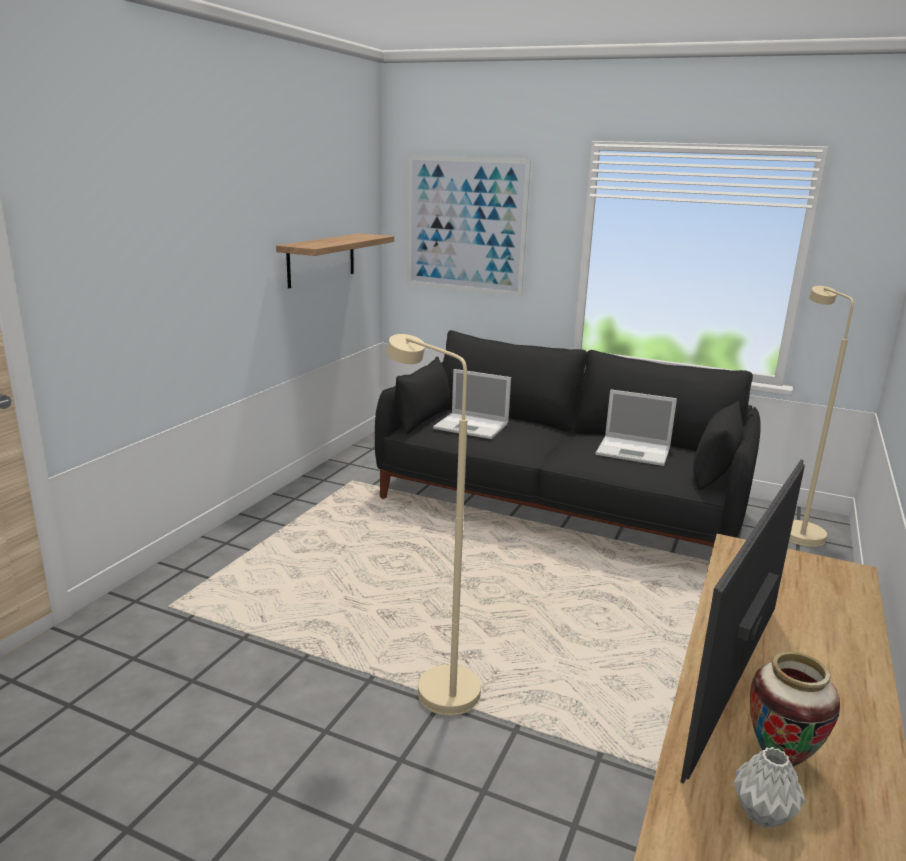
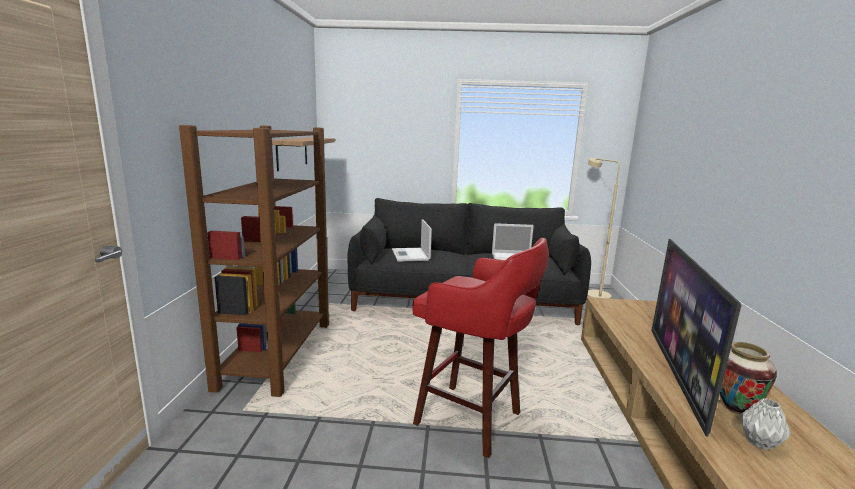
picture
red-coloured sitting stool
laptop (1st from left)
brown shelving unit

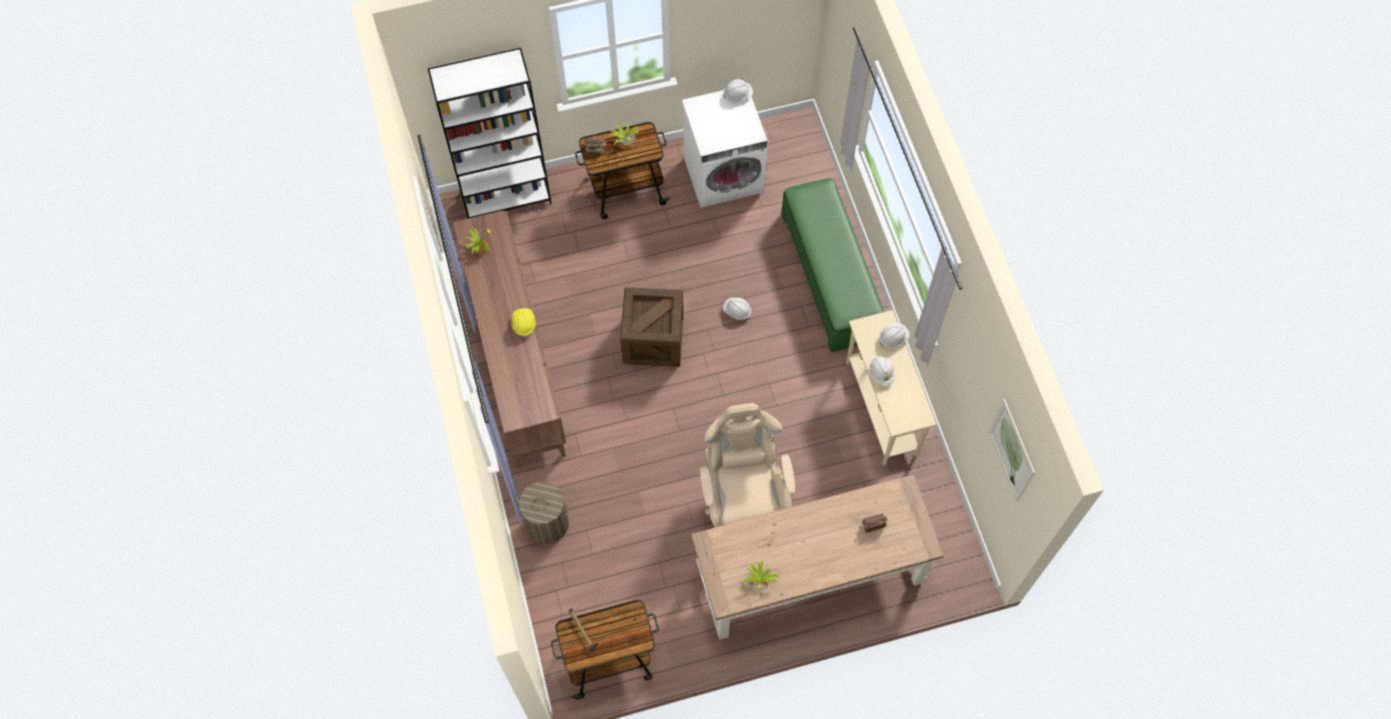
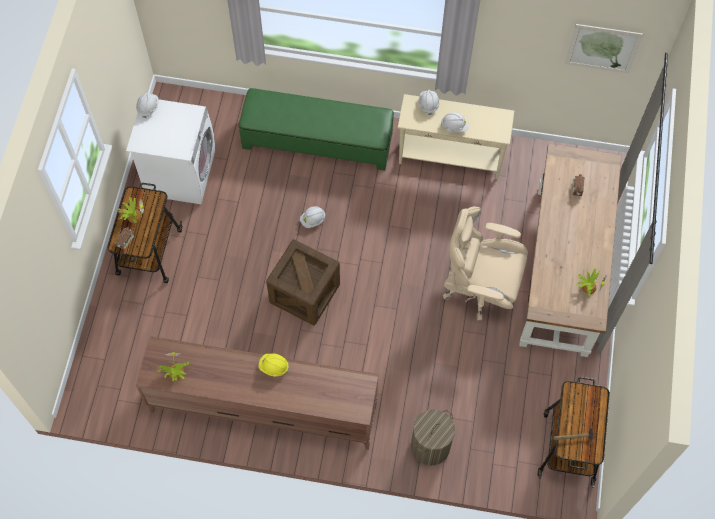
whitish shelving unit

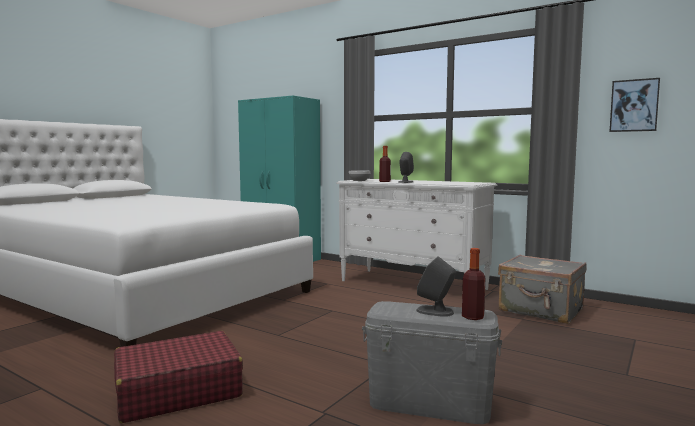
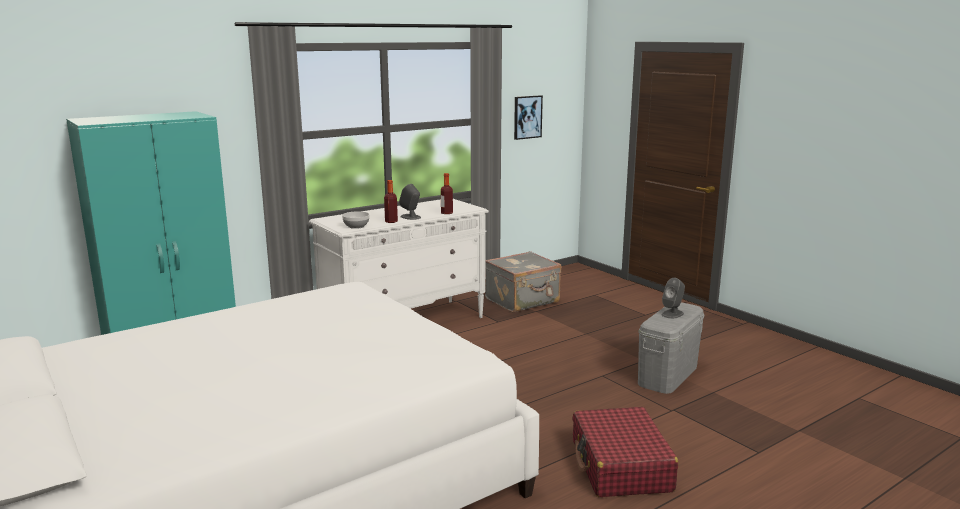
beverage bottle (2nd from left)

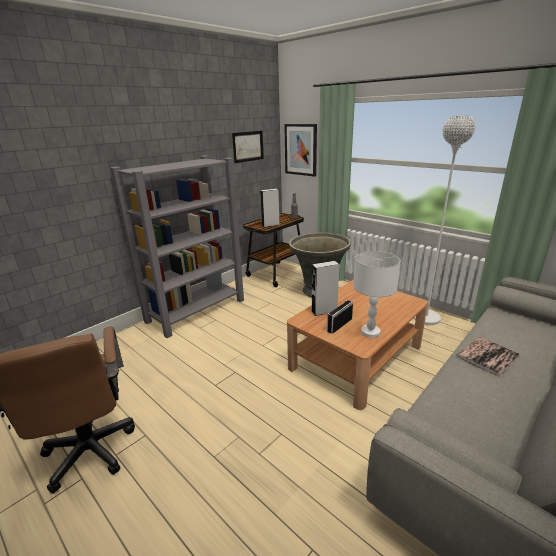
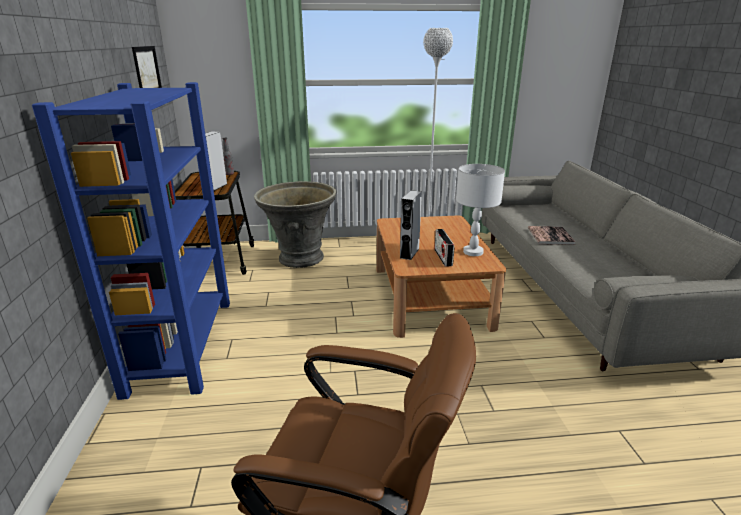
picture (2nd from left in the first image)
blue-coloured shelving unit

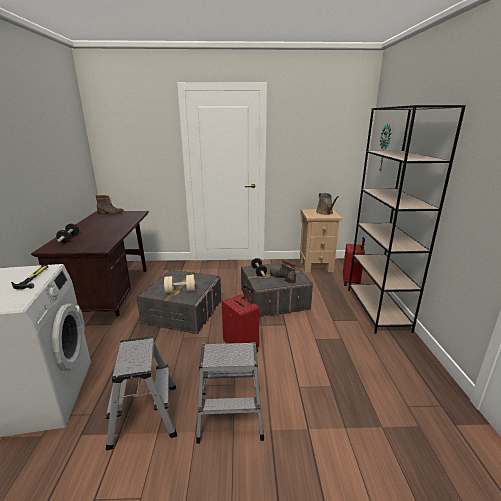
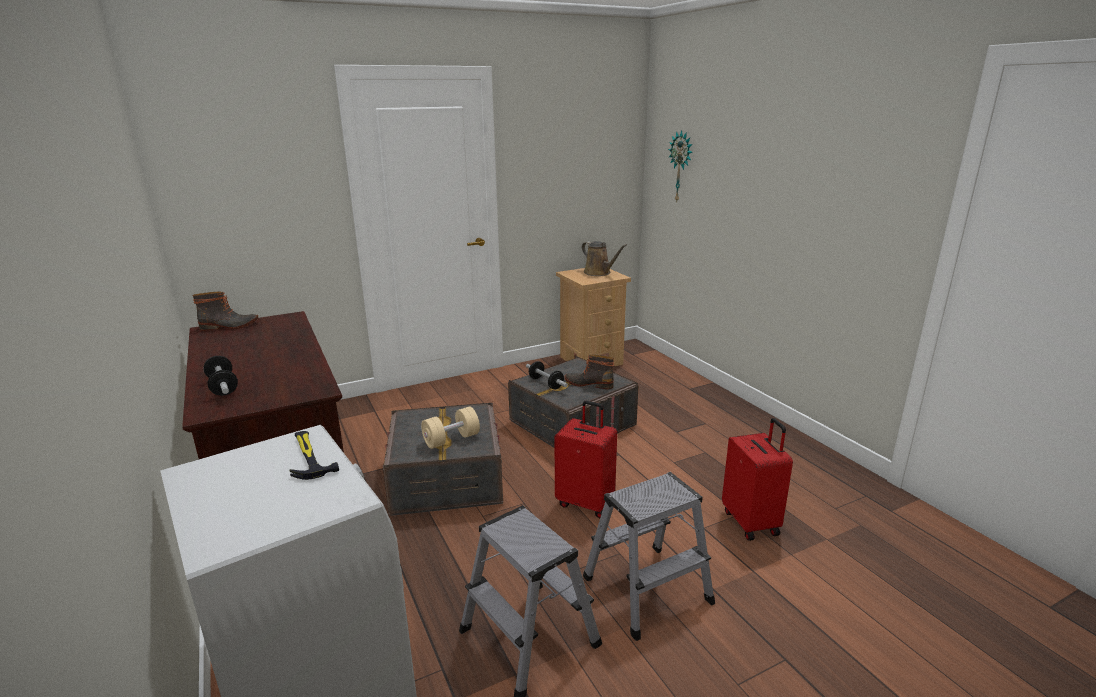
beige-coloured shelving unit
red-coloured suitcase (2nd from left)

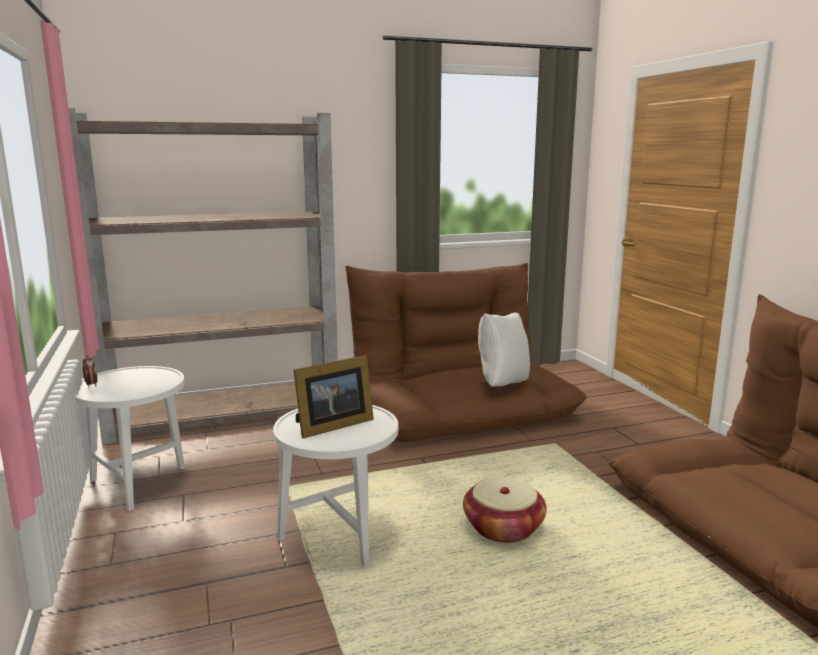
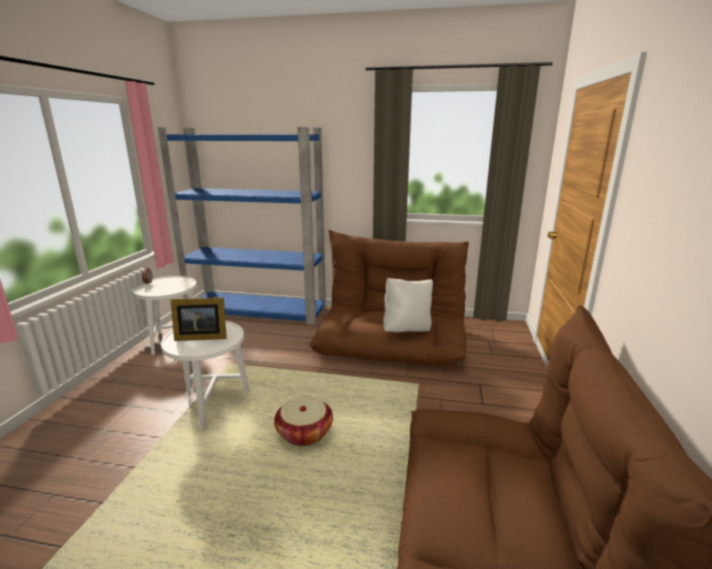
blue-coloured shelving unit

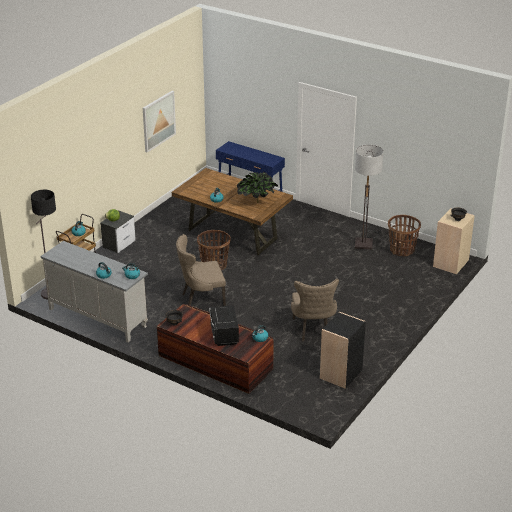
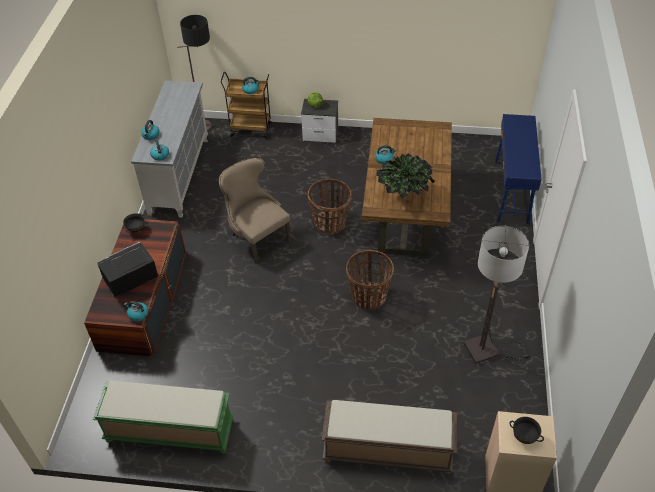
picture
household basket (2nd from left)
beige-coloured chair (2nd from left in the first image)
green-coloured bench
brown bench

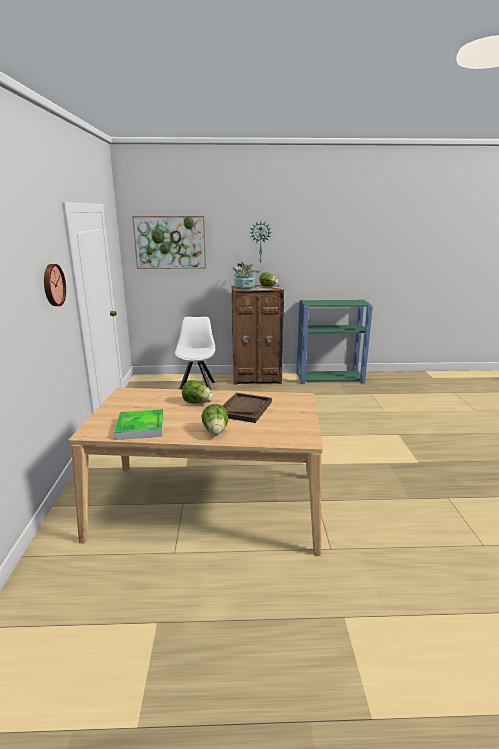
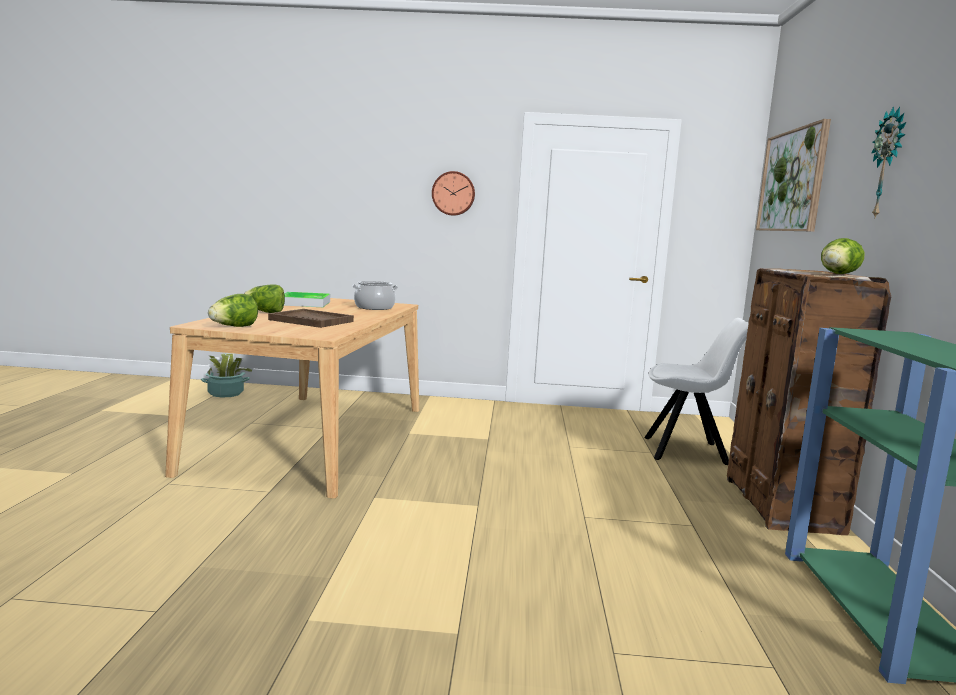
plant in a pot
lettuce head (1st from left)
cooking pot

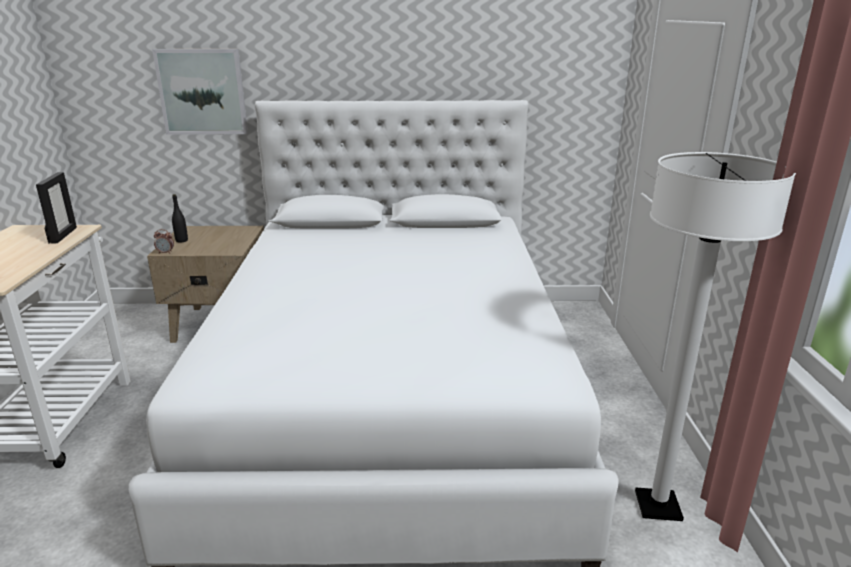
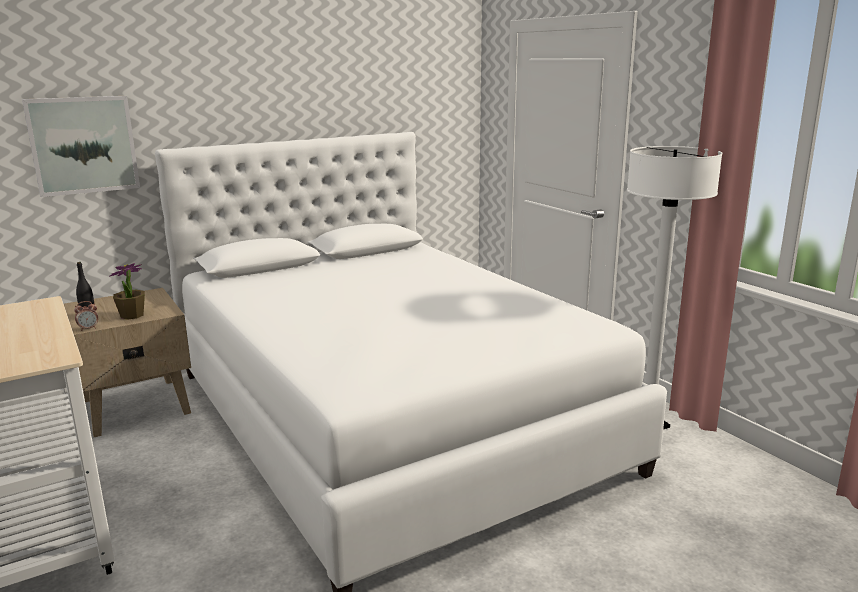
standing frame
plant in a pot

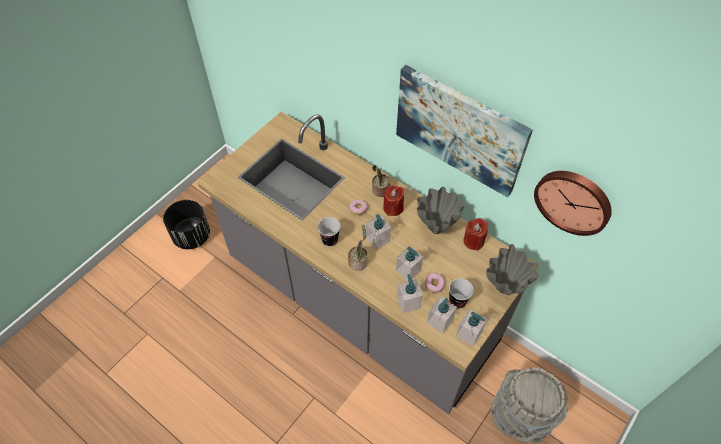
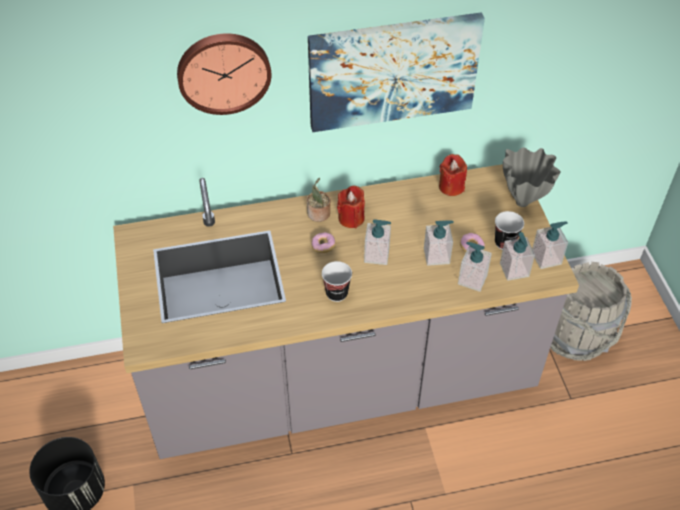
wall clock
grey vase (1st from left in the first image)
plant in a pot (1st from left in the first image)

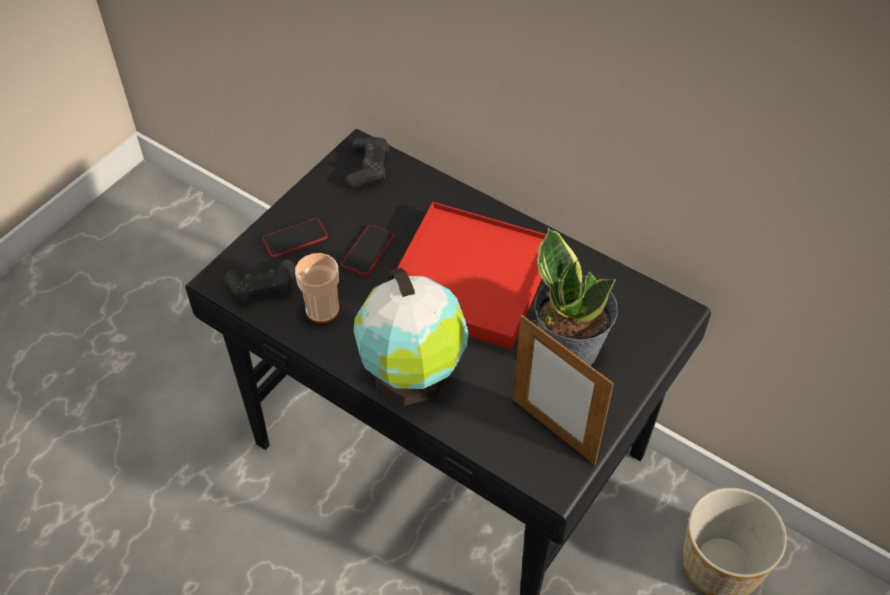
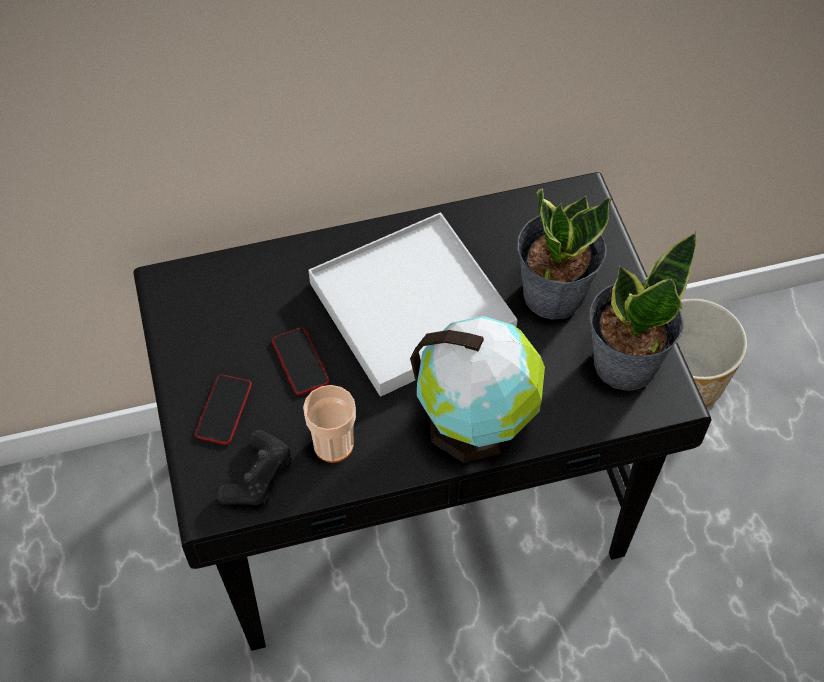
black joypad (2nd from left in the first image)
whitish carrying tray
plant in a pot (2nd from left)

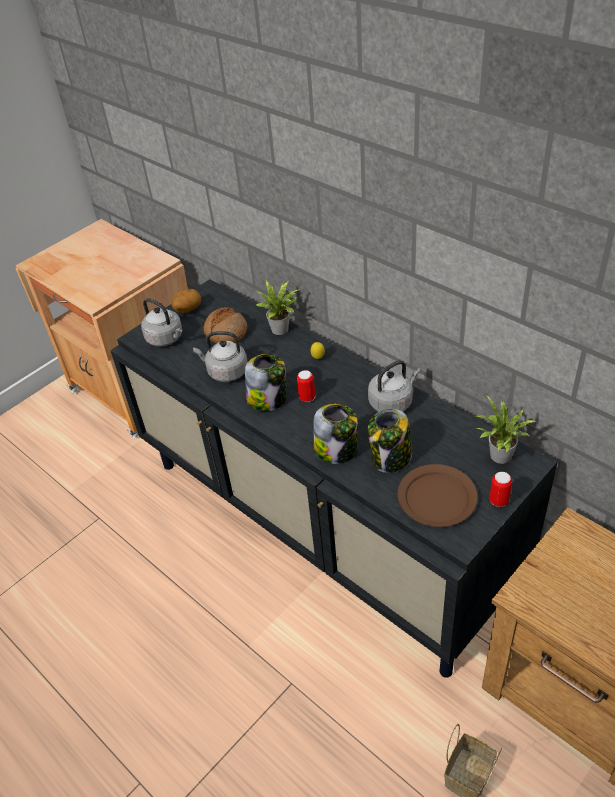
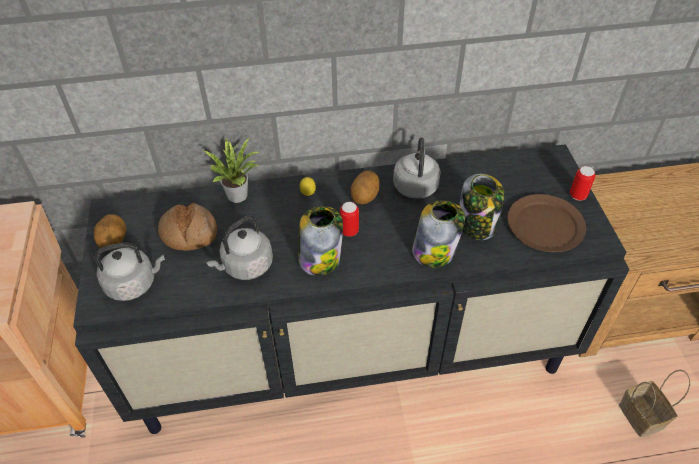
plant in a pot (2nd from left in the first image)
whole potato (2nd from left)

